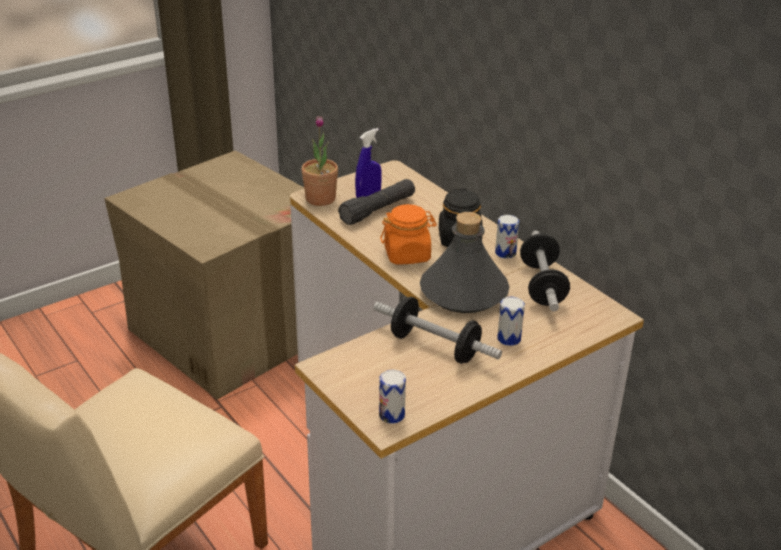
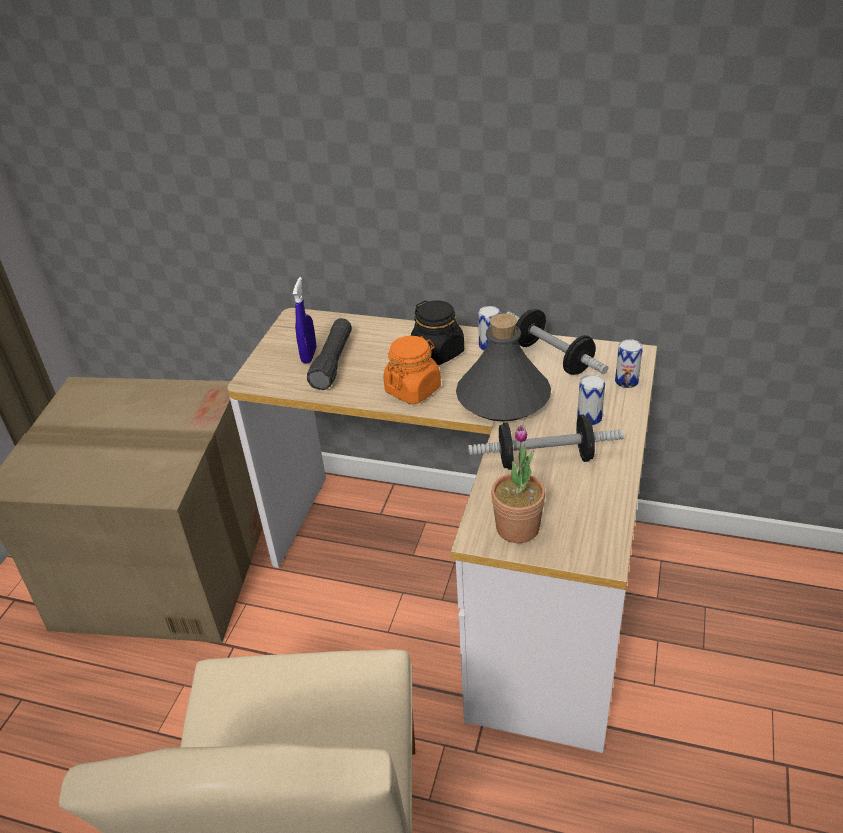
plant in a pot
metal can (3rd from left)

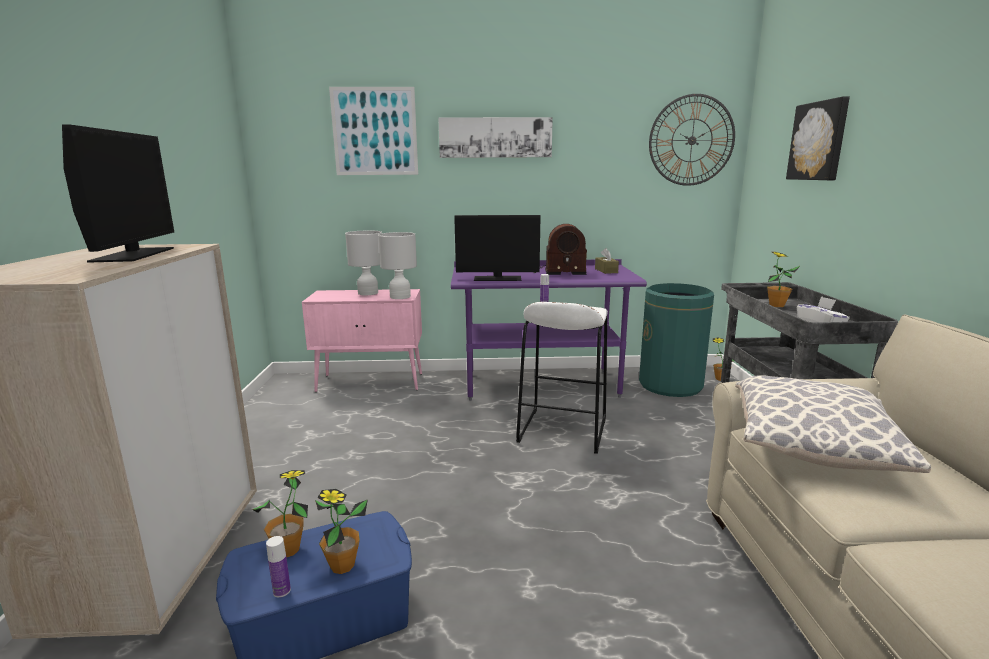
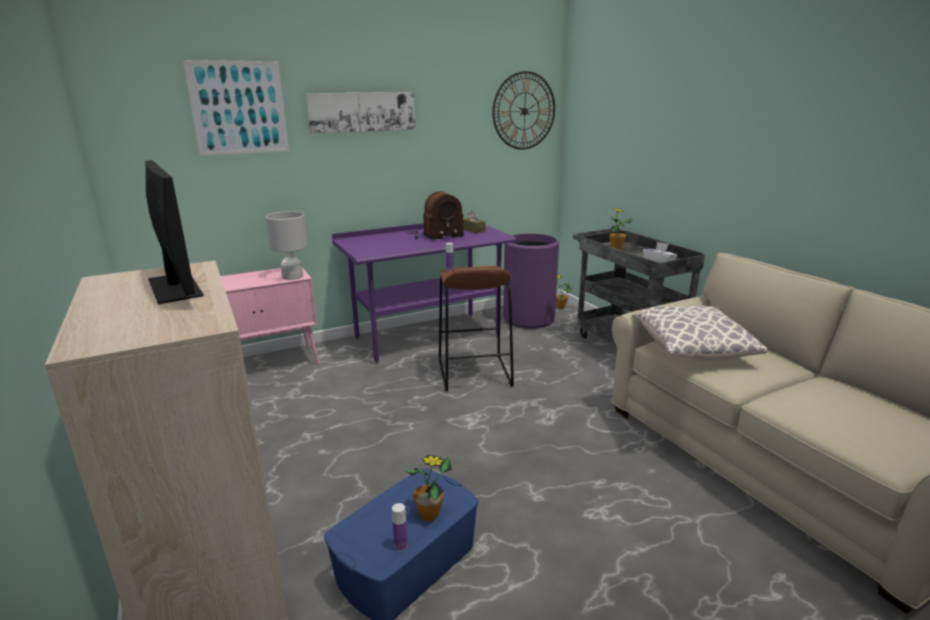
picture (3rd from left in the first image)
computer display (2nd from left in the first image)
grey lamp for a table (1st from left in the first image)
purple-coloured trash can
brown sitting stool
plant in a pot (1st from left in the first image)

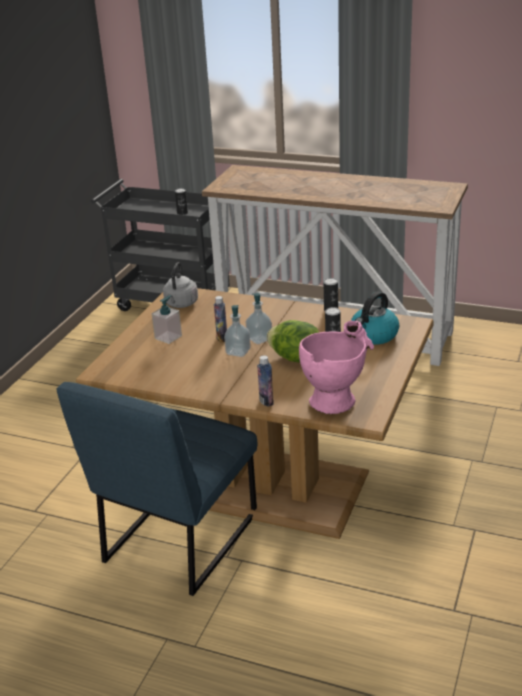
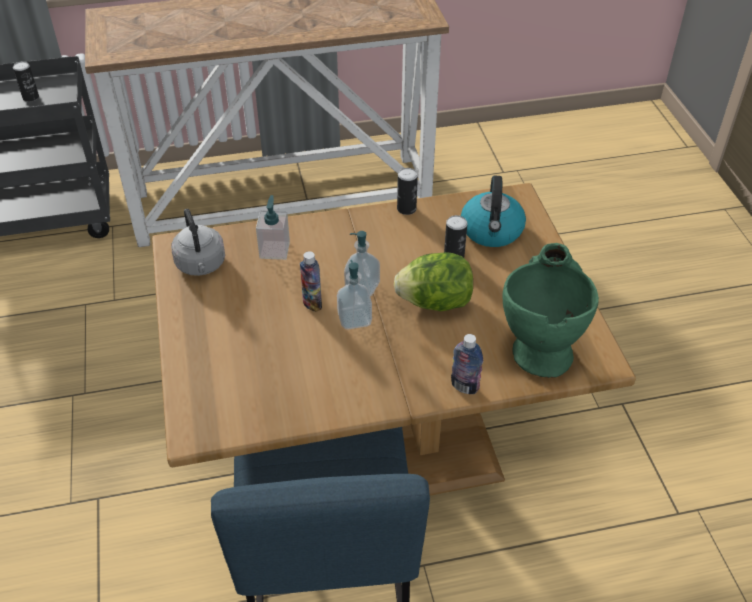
soap bottle (1st from left)
green-coloured vase

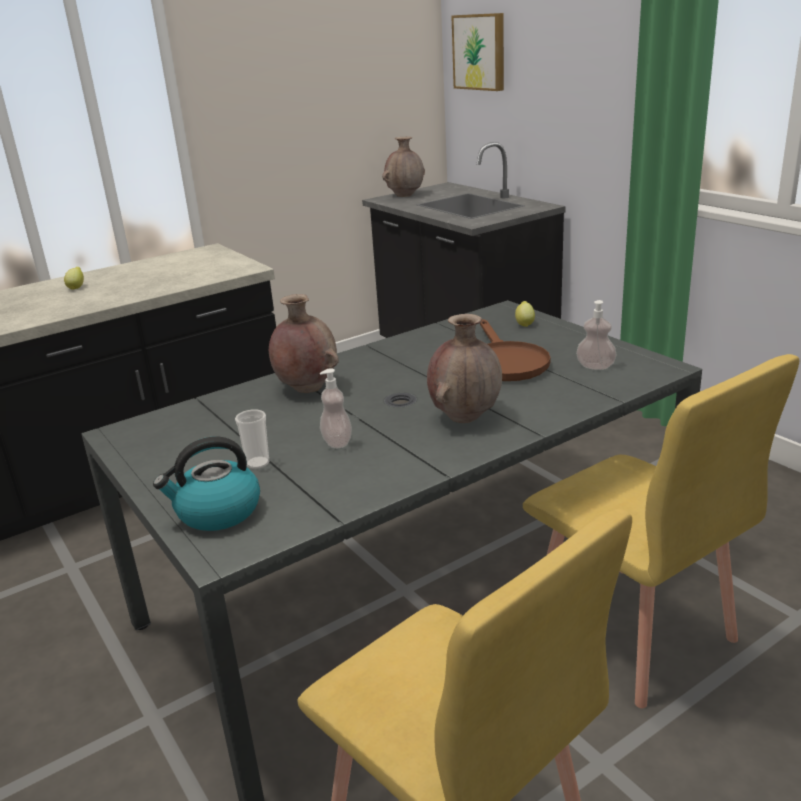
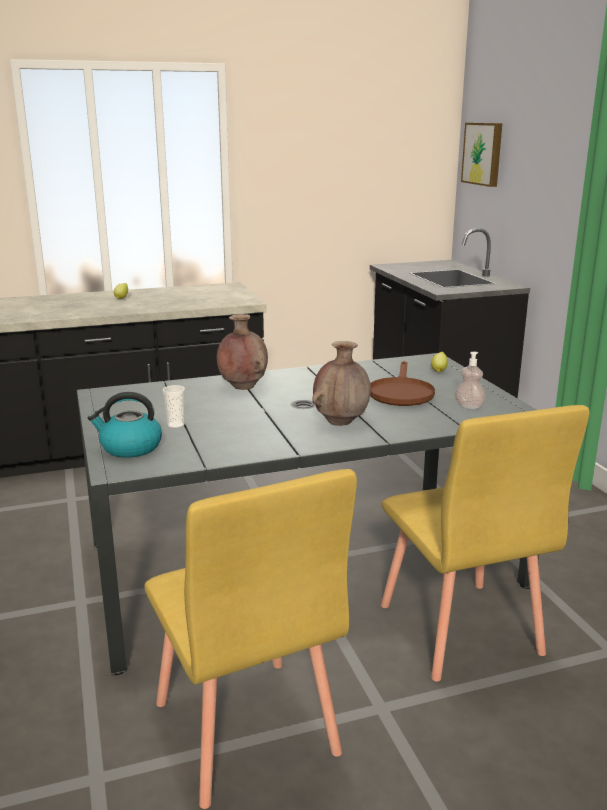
brown vase (2nd from left in the first image)
soap bottle (1st from left in the first image)

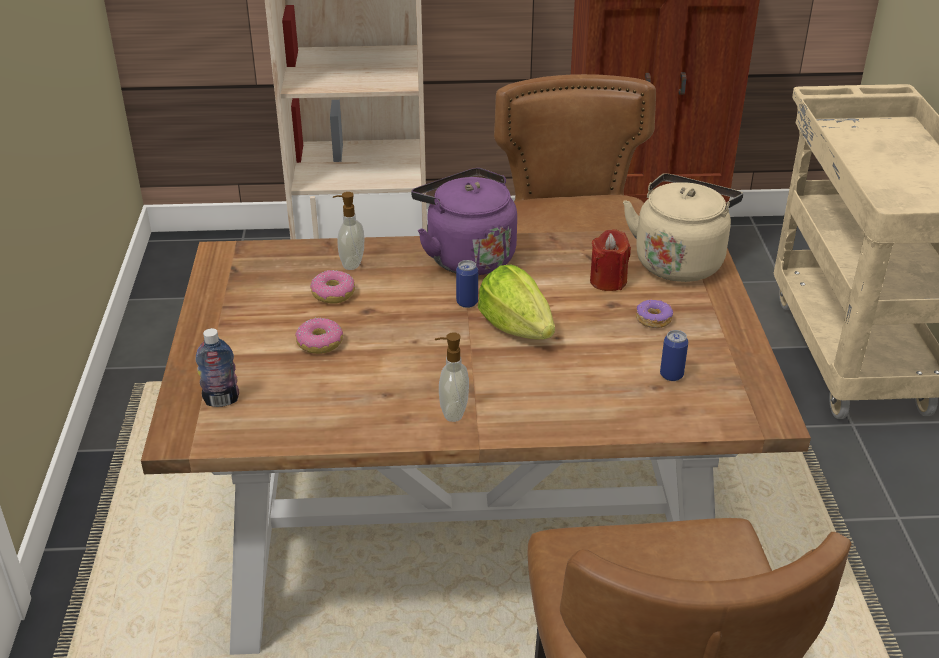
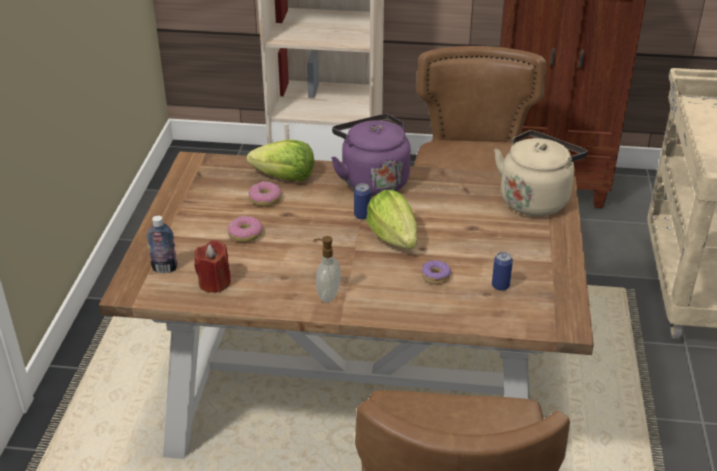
lettuce head (1st from left)
red-coloured wax light
doughnut (3rd from left)

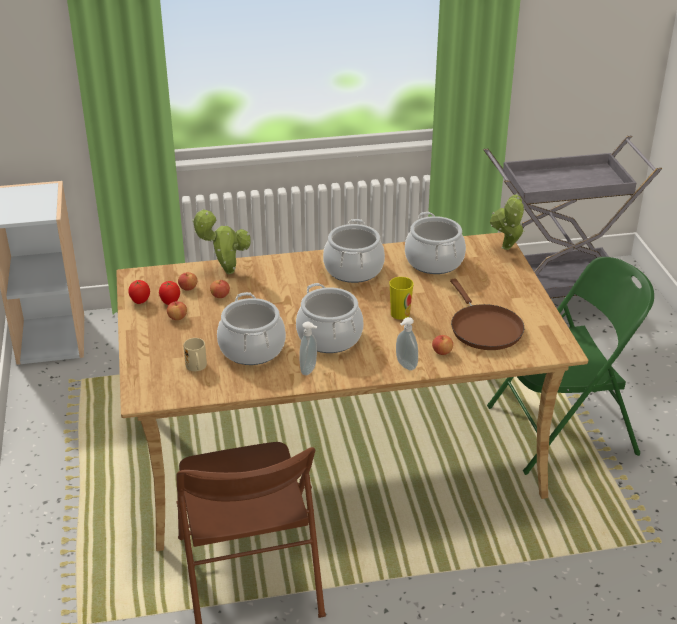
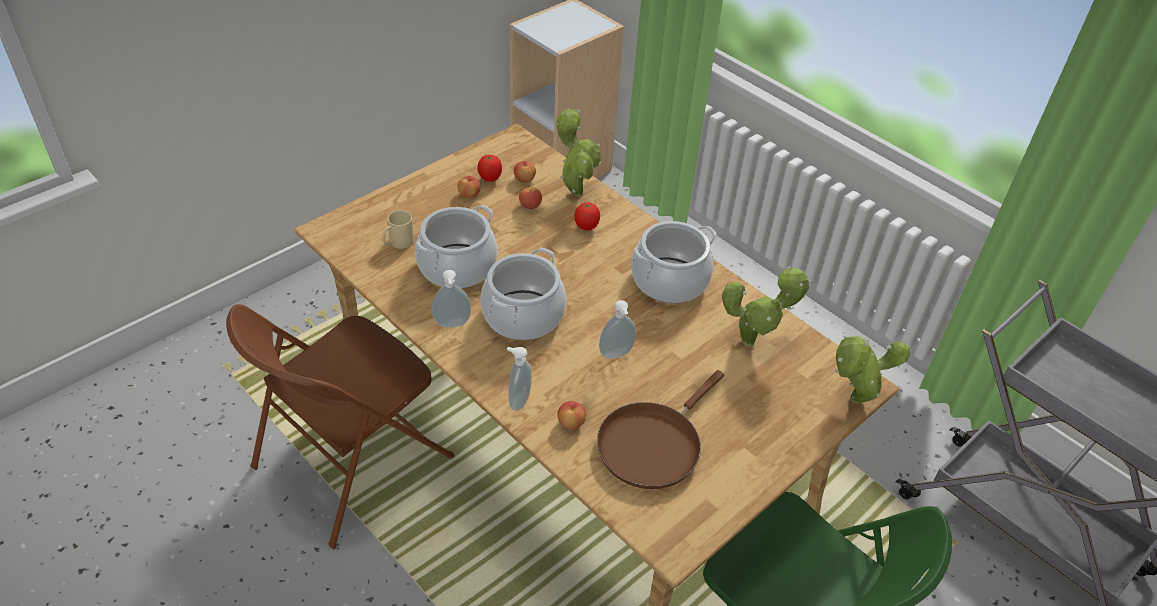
plant in a pot (2nd from left)
soap bottle (3rd from left)
tomato (2nd from left)

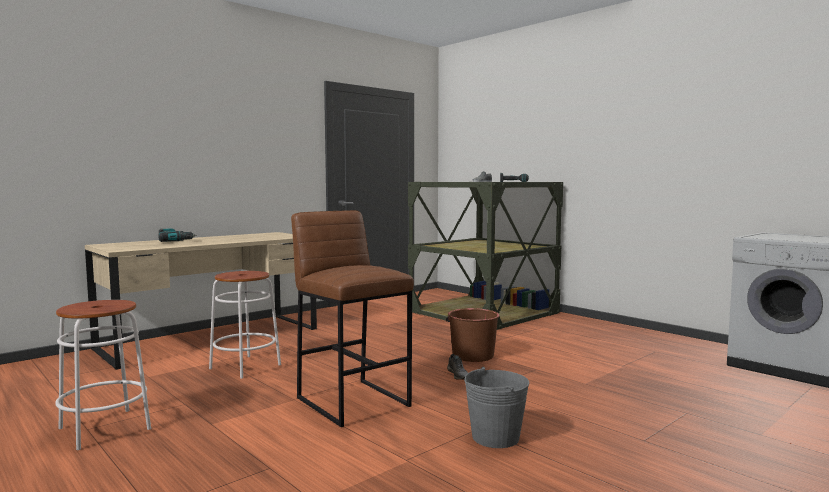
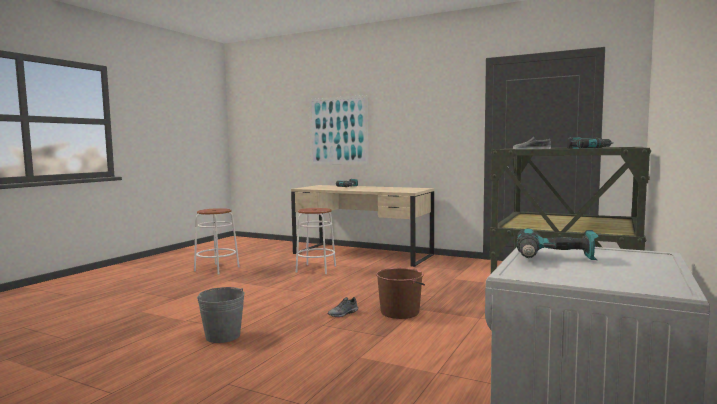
brown sitting stool
picture
electric drill (2nd from left)

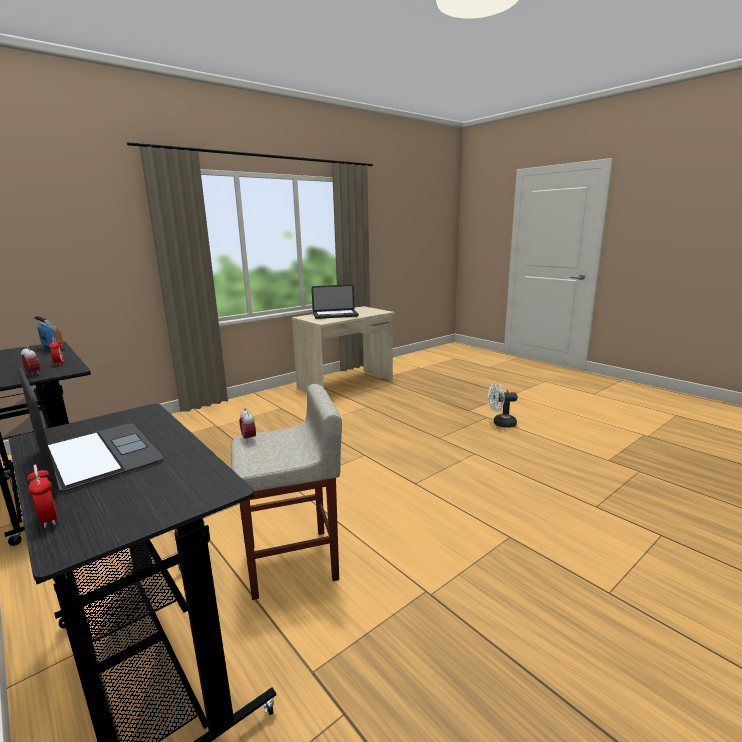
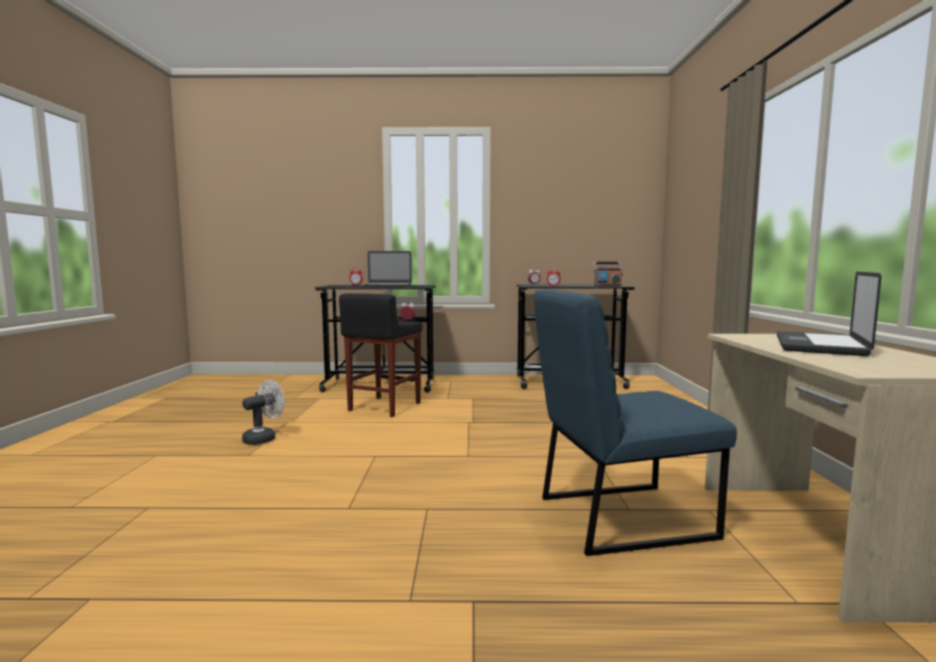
whitish fan
black sitting stool
blue-coloured chair

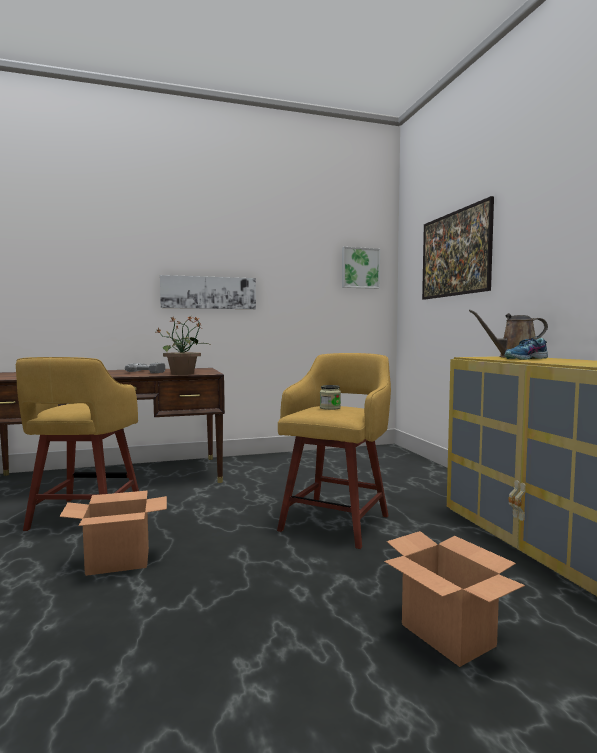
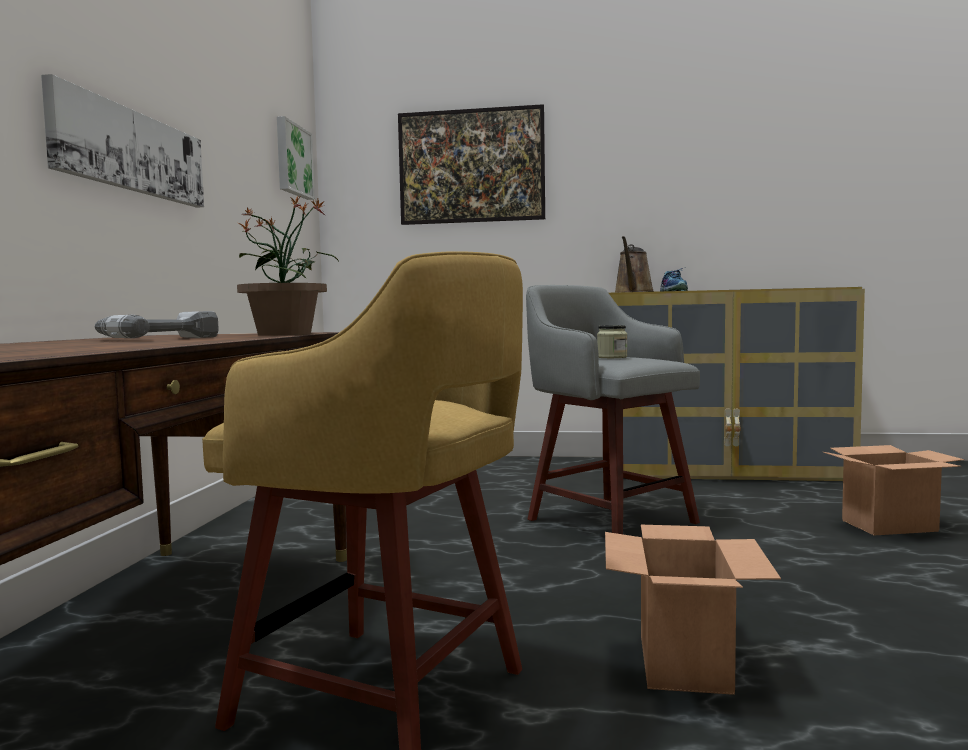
grey sitting stool

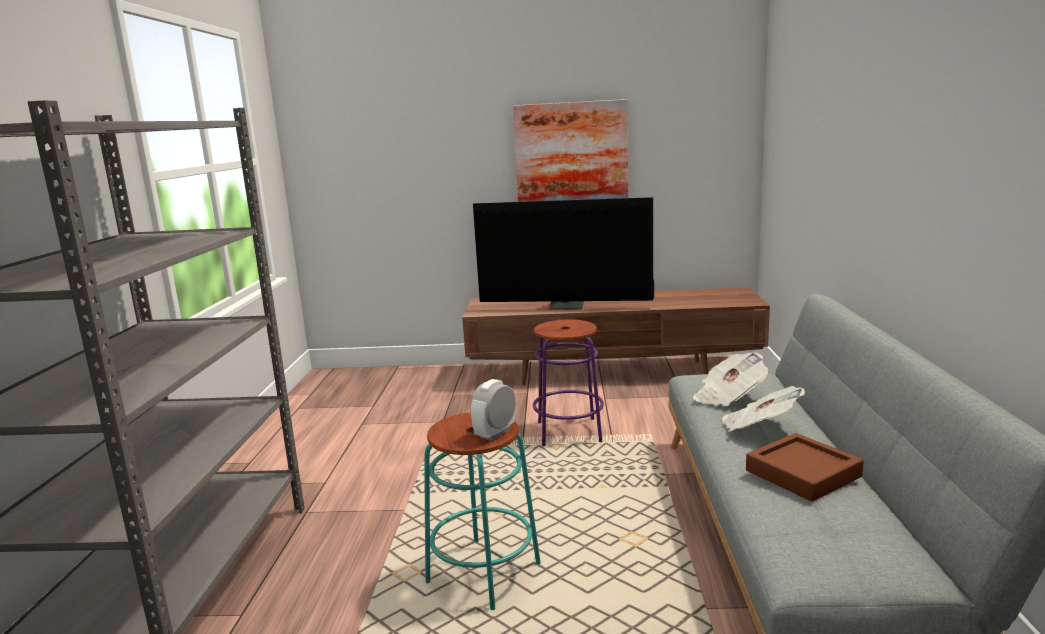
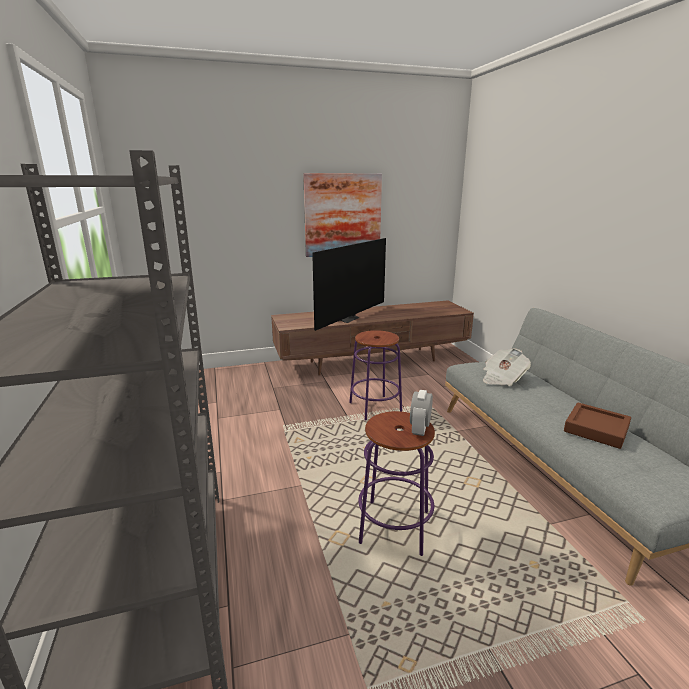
television
newspaper (2nd from left in the first image)
purple-coloured sitting stool (2nd from left)

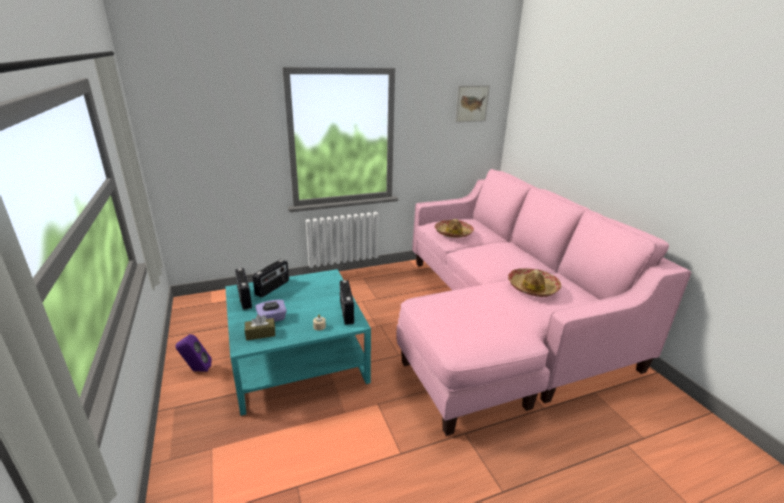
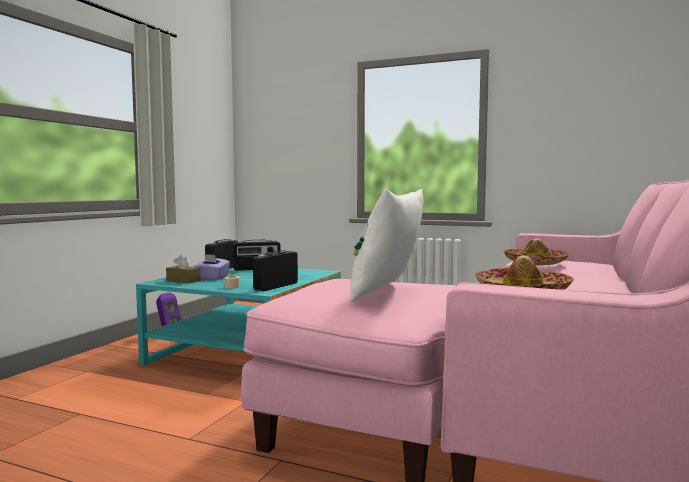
picture
whitish pillow

